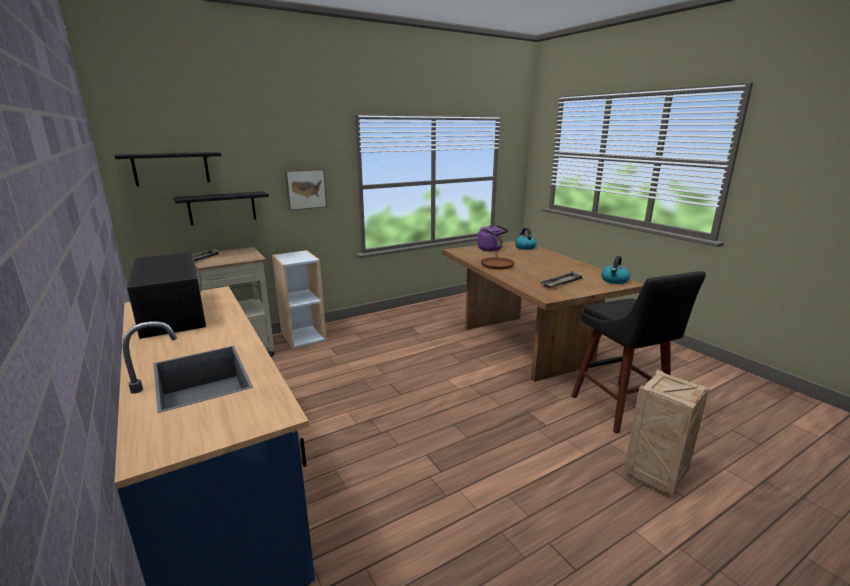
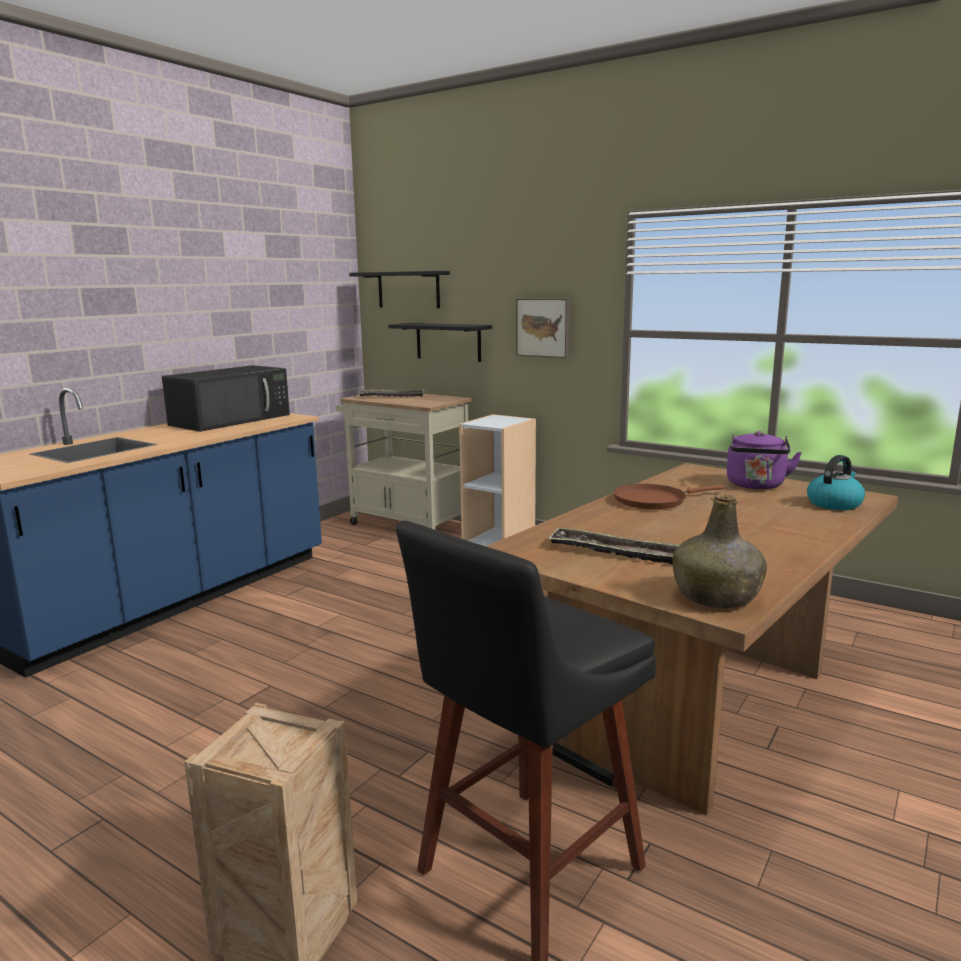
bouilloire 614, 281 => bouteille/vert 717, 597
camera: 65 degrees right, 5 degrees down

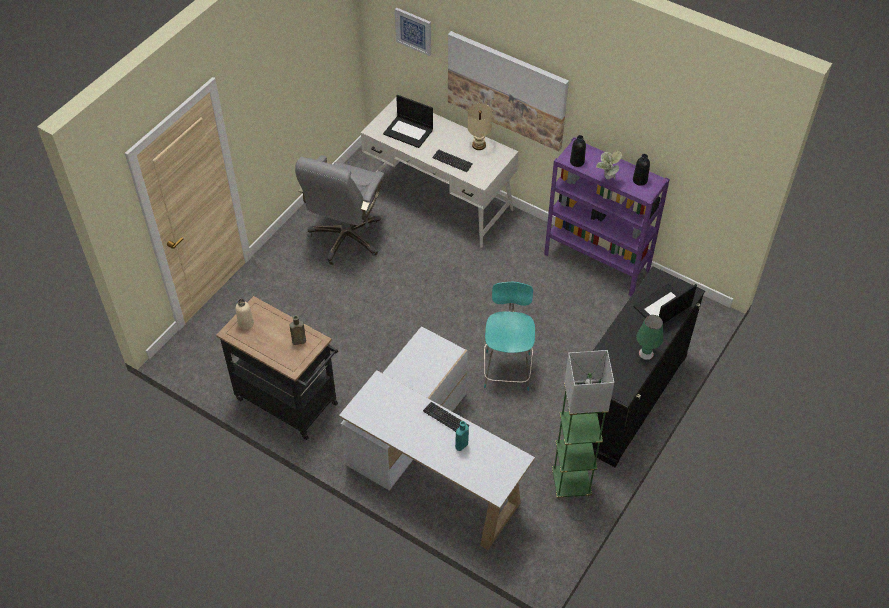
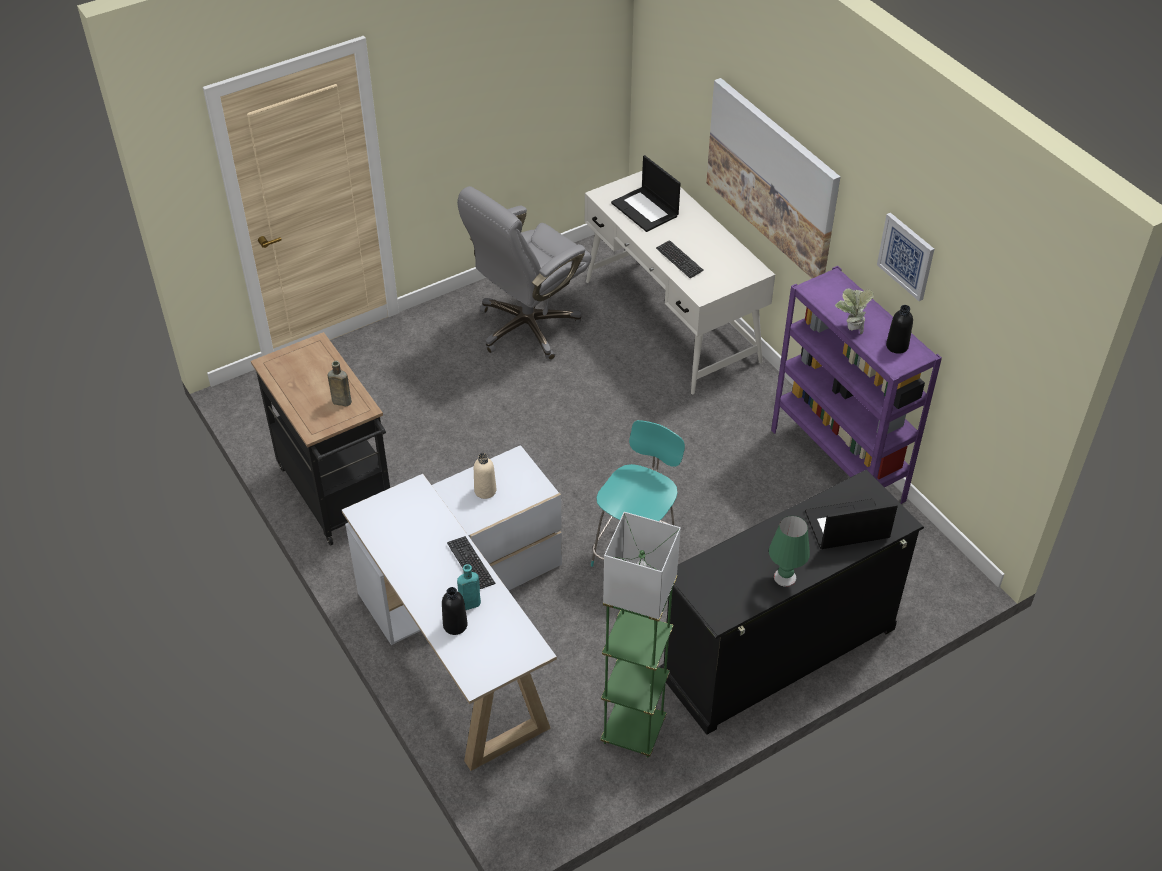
bouteille/noir 577, 162 => bouteille/noir 455, 625, move
bouteille/beige 246, 323 => bouteille/beige 485, 490, move
tableau 413, 31 => tableau 906, 256, move
lampe de table/beige 479, 145 => nothing
camera: 25 degrees right, 5 degrees down

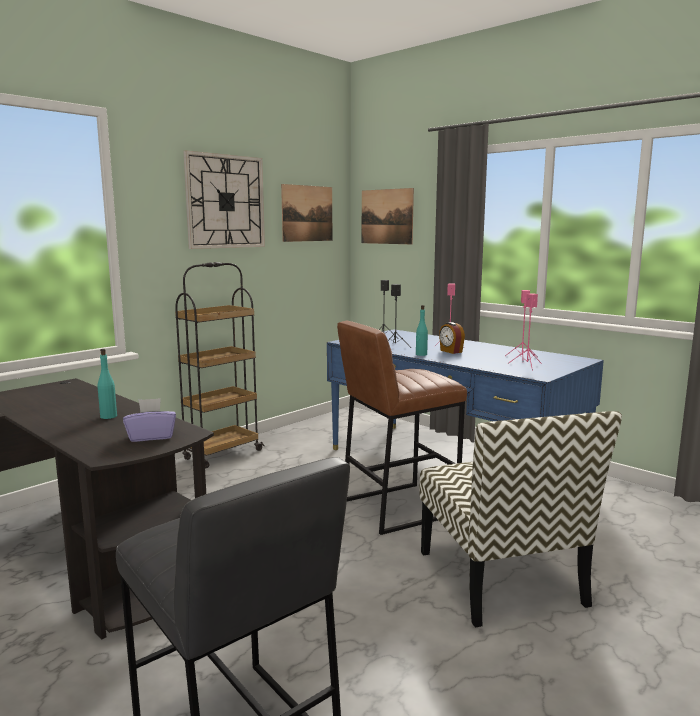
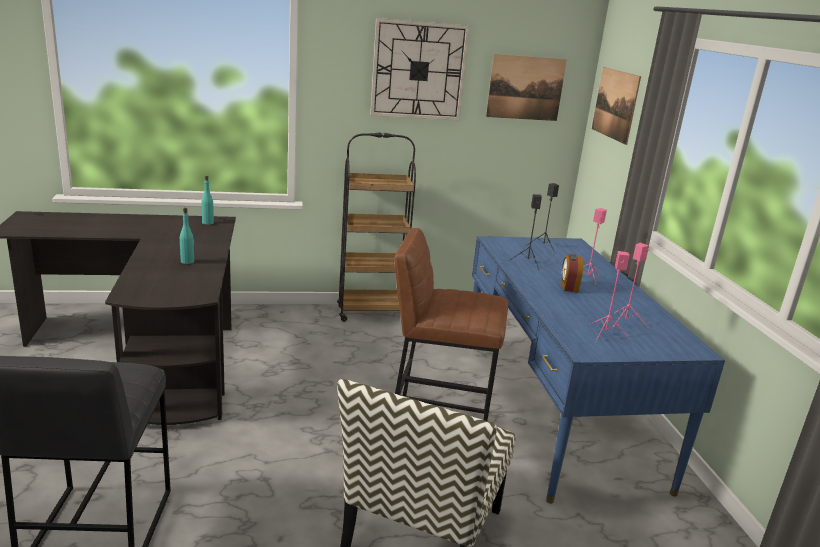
bouteille/turquoise 421, 354 => bouteille/turquoise 207, 223, move
boîte à mouchoirs/violet 151, 436 => nothing
camera: 35 degrees right, 10 degrees up

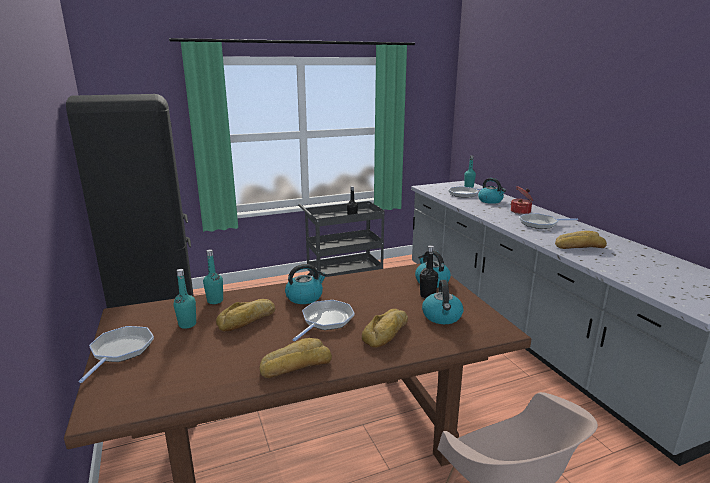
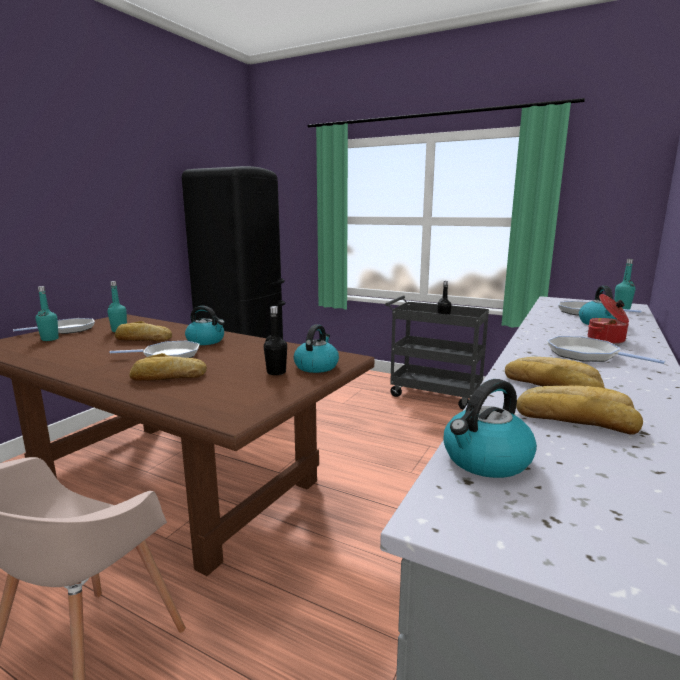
bouteille/turquoise 215, 301 => bouteille/turquoise 50, 339, move
bouilloire 442, 317 => bouilloire 486, 460, move
pain 295, 365 => pain 575, 419, move
camera: 50 degrees right, 5 degrees down

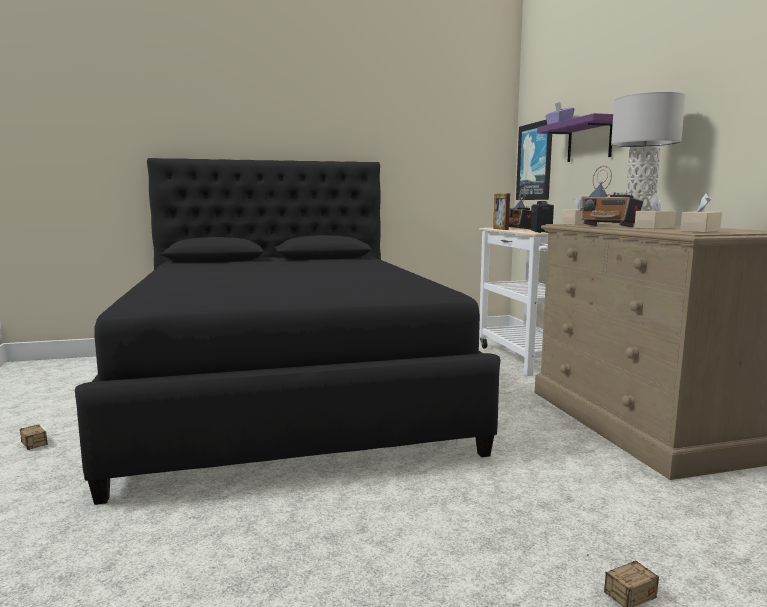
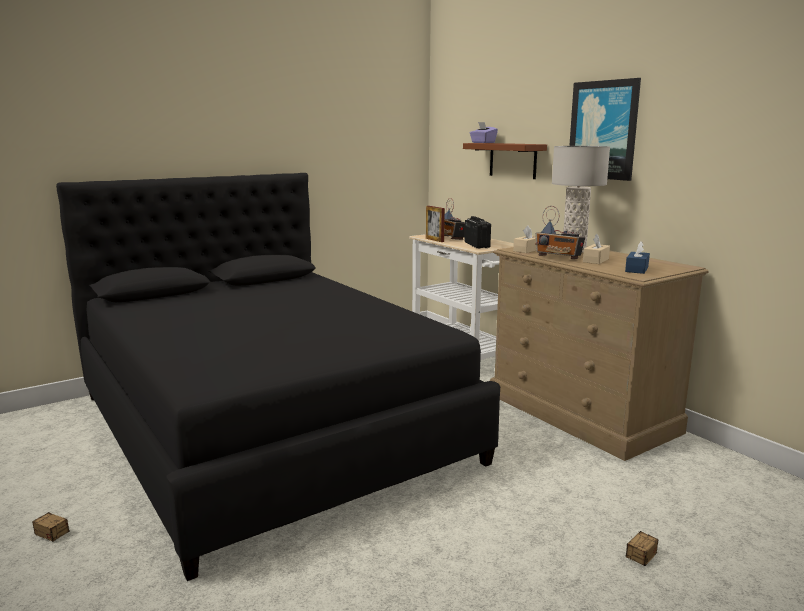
étagère/violet 589, 140 => étagère/marron 513, 160
tableau 535, 161 => tableau 603, 130, move
boîte à mouchoirs/beige 700, 231 => boîte à mouchoirs/bleu 636, 269
camera: 20 degrees left, 5 degrees up

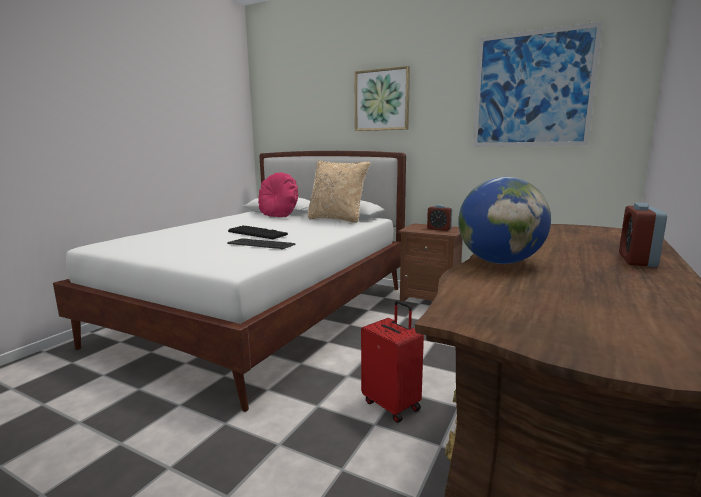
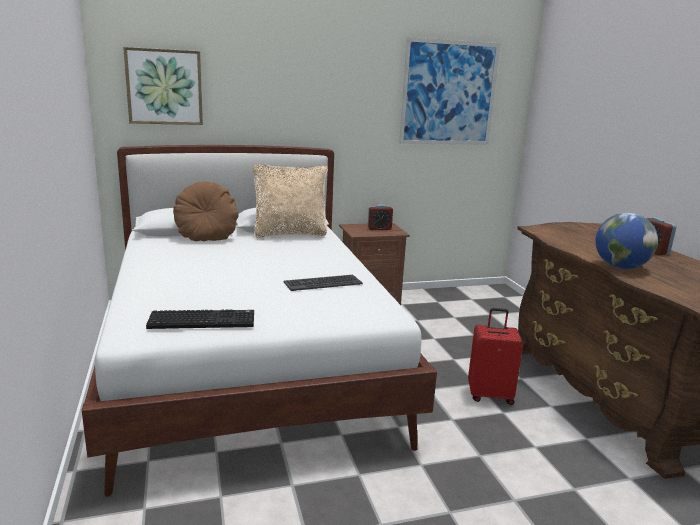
tableau 382, 100 => tableau 164, 87, move
clavier 258, 233 => clavier 203, 320, move
coussin/rose 279, 216 => coussin/marron 207, 239
camera: 45 degrees left, 5 degrees up

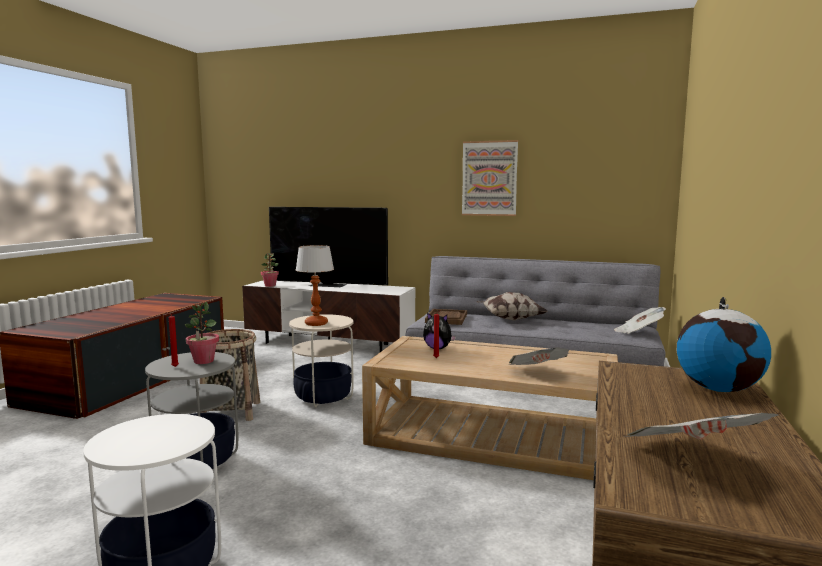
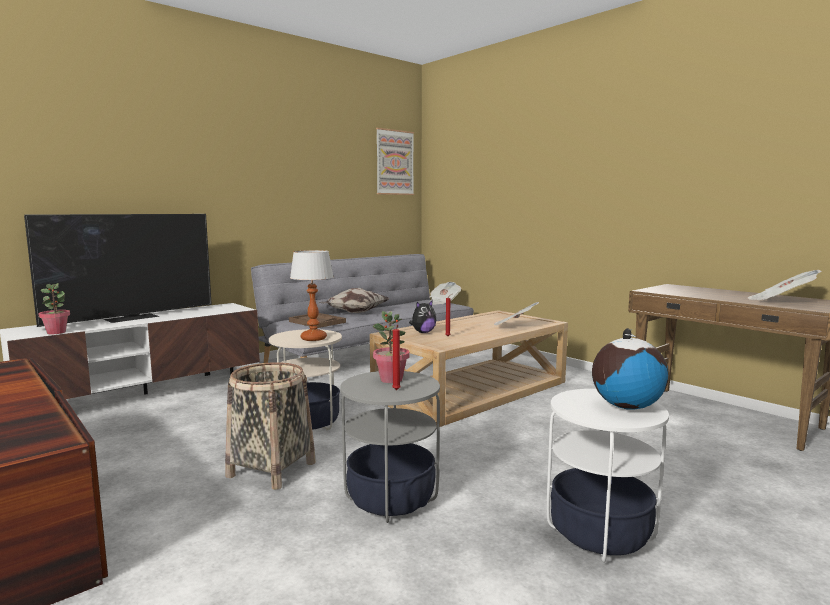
tableau 489, 178 => tableau 394, 162, move
globe 718, 389 => globe 626, 406, move
camera: 60 degrees left, 0 degrees up

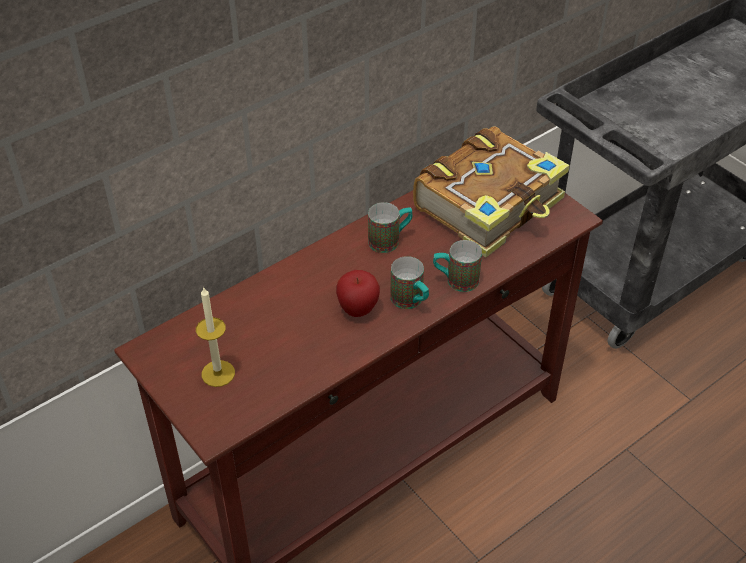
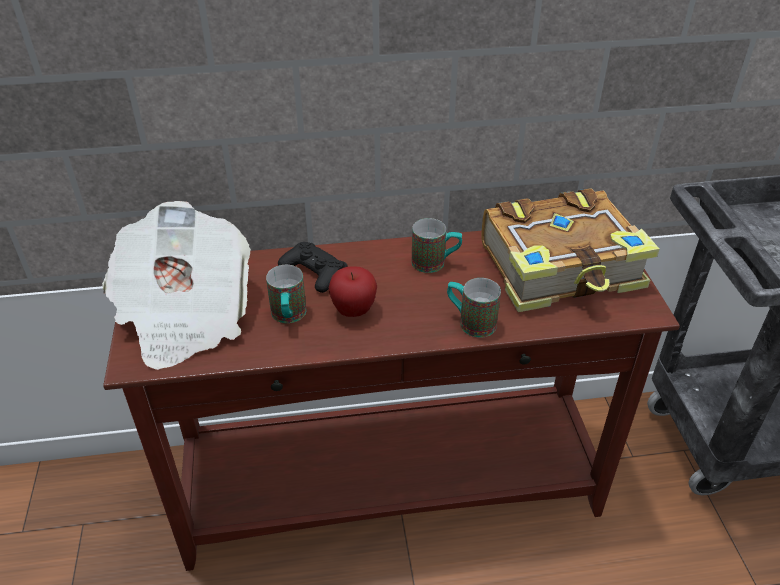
bougie 218, 373 => journal 184, 314
mug 411, 302 => mug 288, 317, move
nothing => manette/noir 314, 272
camera: 30 degrees right, 5 degrees down

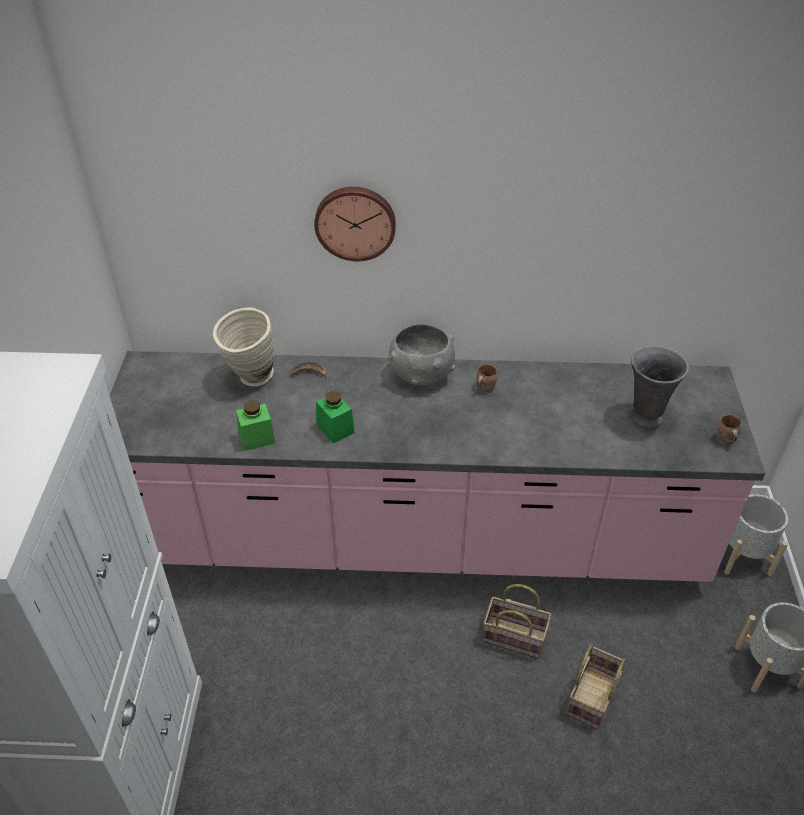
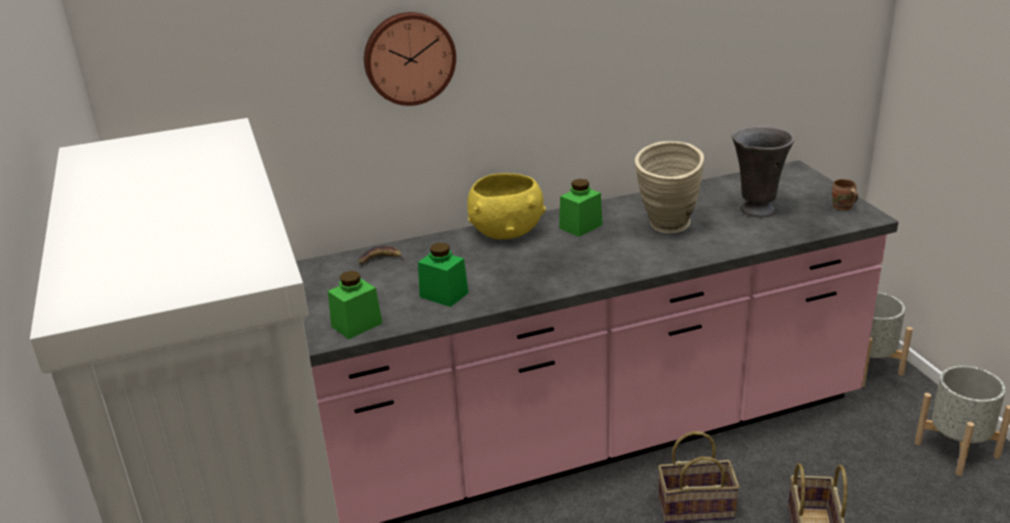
bol/gris 421, 374 => bol/jaune 506, 232
mug/marron 484, 388 => bocal/vert 580, 226
vase/beige 250, 379 => vase/beige 667, 229, move
camera: 20 degrees left, 15 degrees down

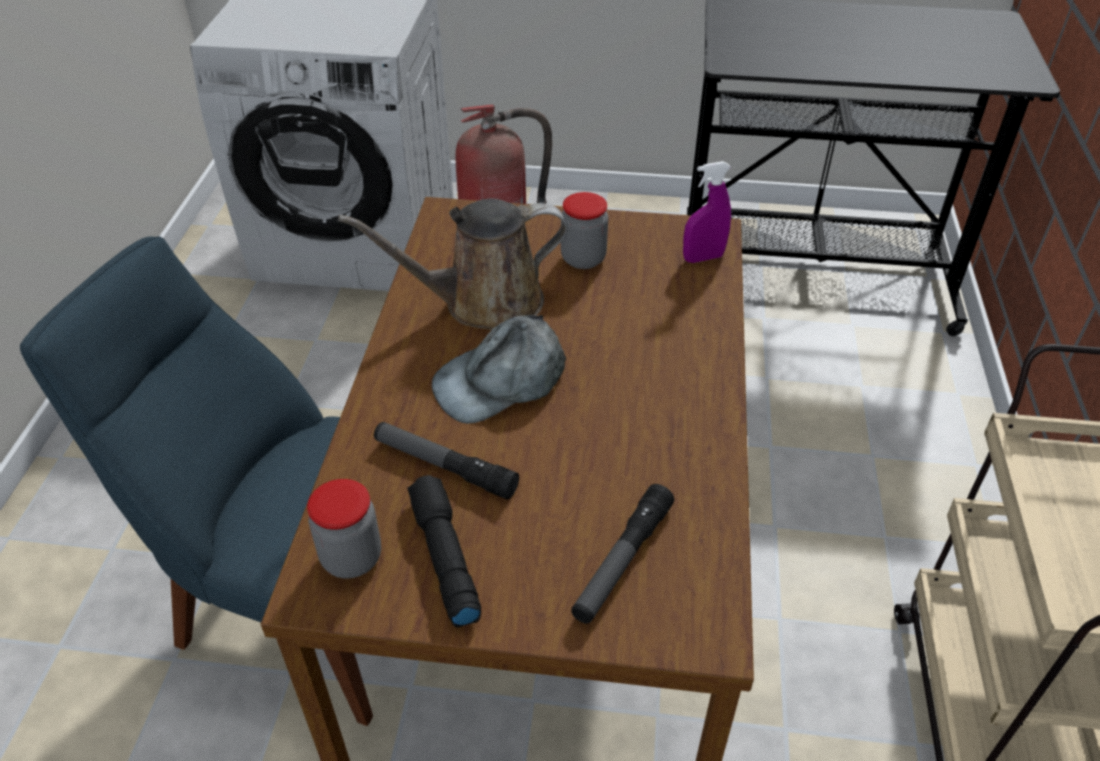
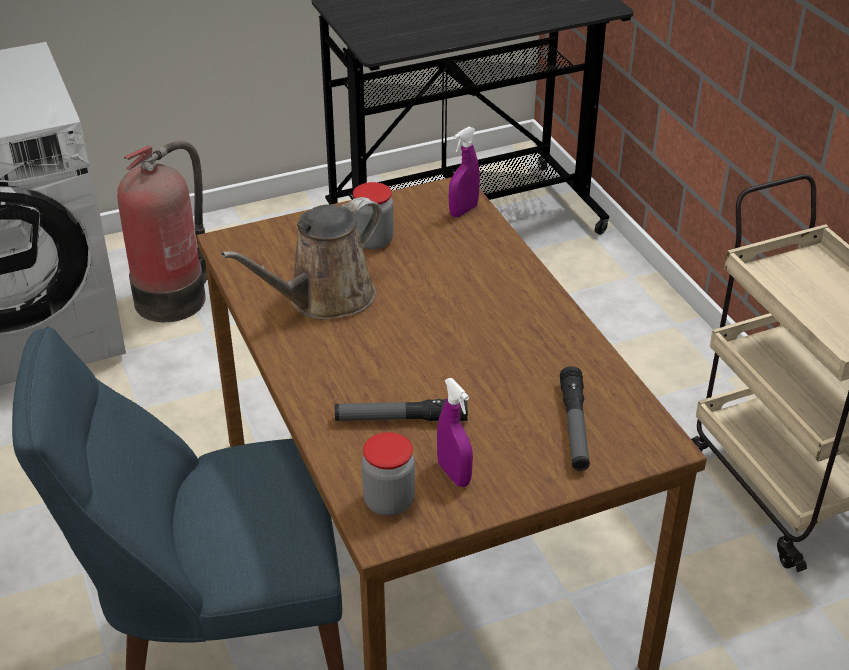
lampe de poche/noir 443, 557 => vaporisateur/violet 454, 474
casquette/gris 501, 380 => nothing
camera: 30 degrees left, 5 degrees down

